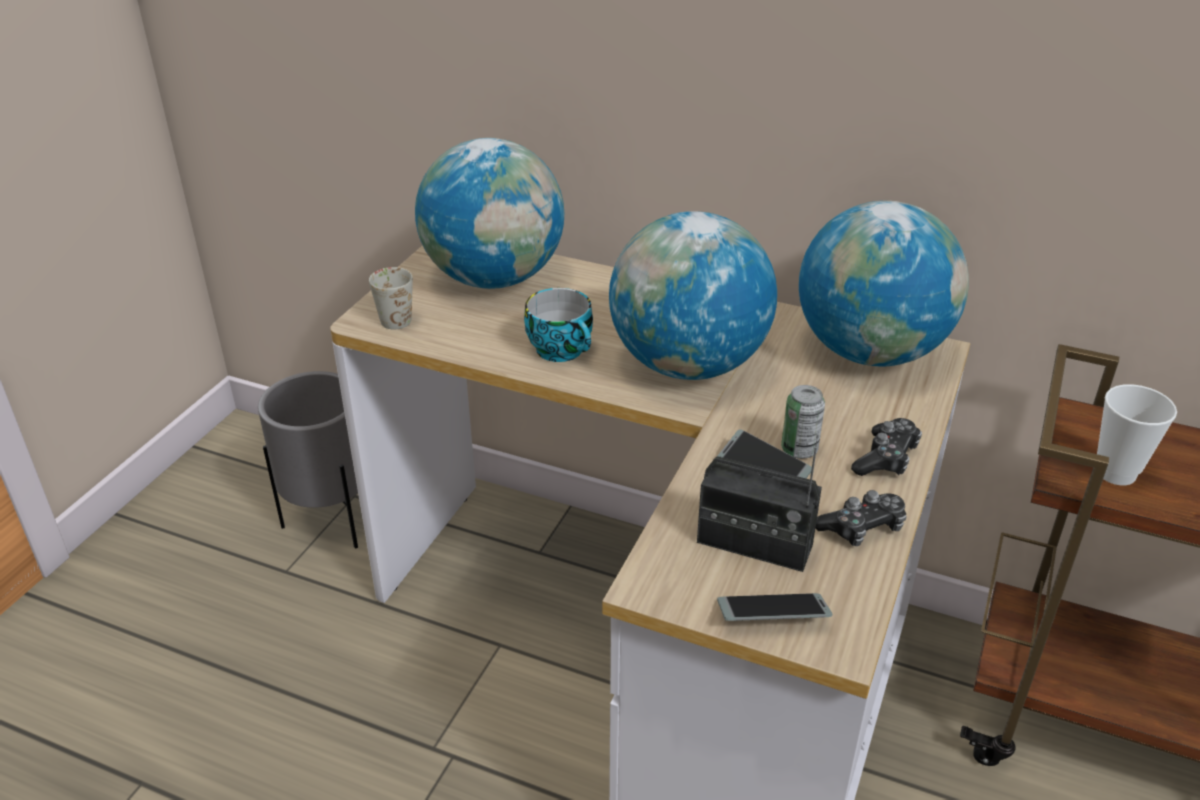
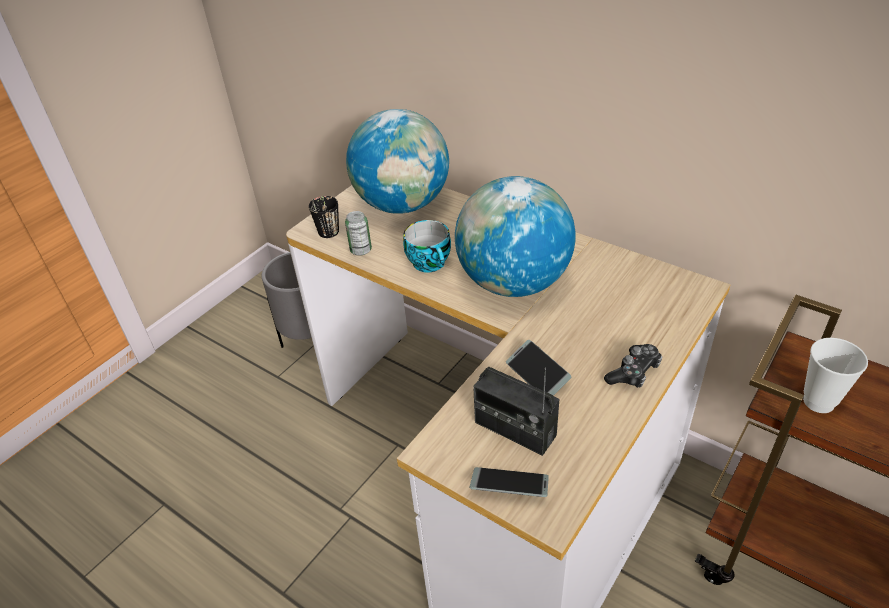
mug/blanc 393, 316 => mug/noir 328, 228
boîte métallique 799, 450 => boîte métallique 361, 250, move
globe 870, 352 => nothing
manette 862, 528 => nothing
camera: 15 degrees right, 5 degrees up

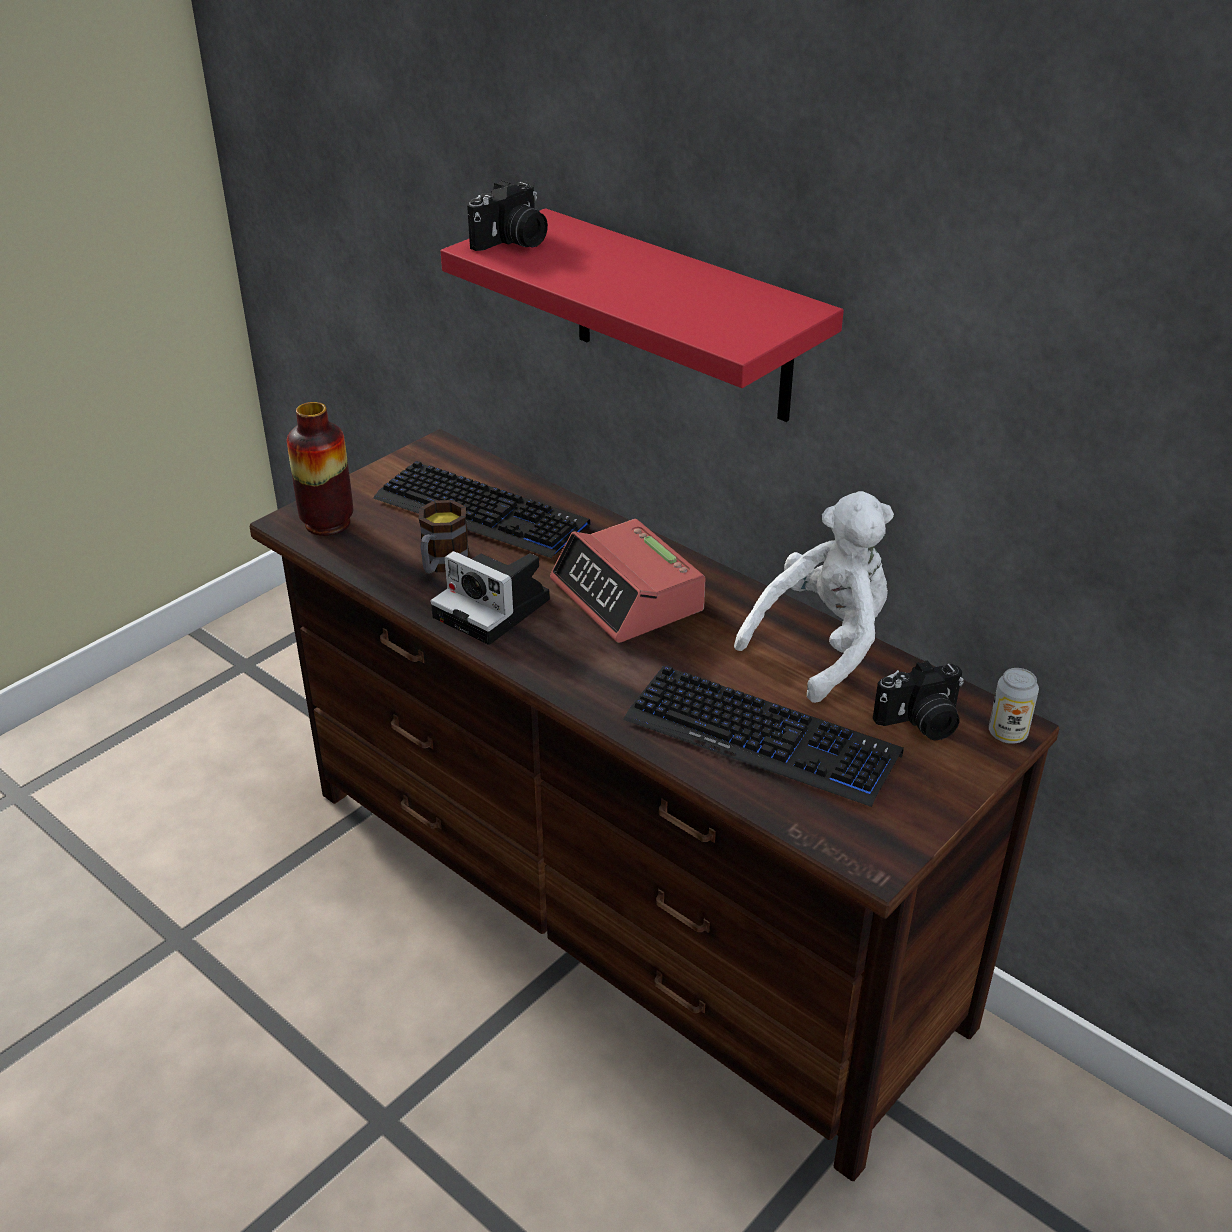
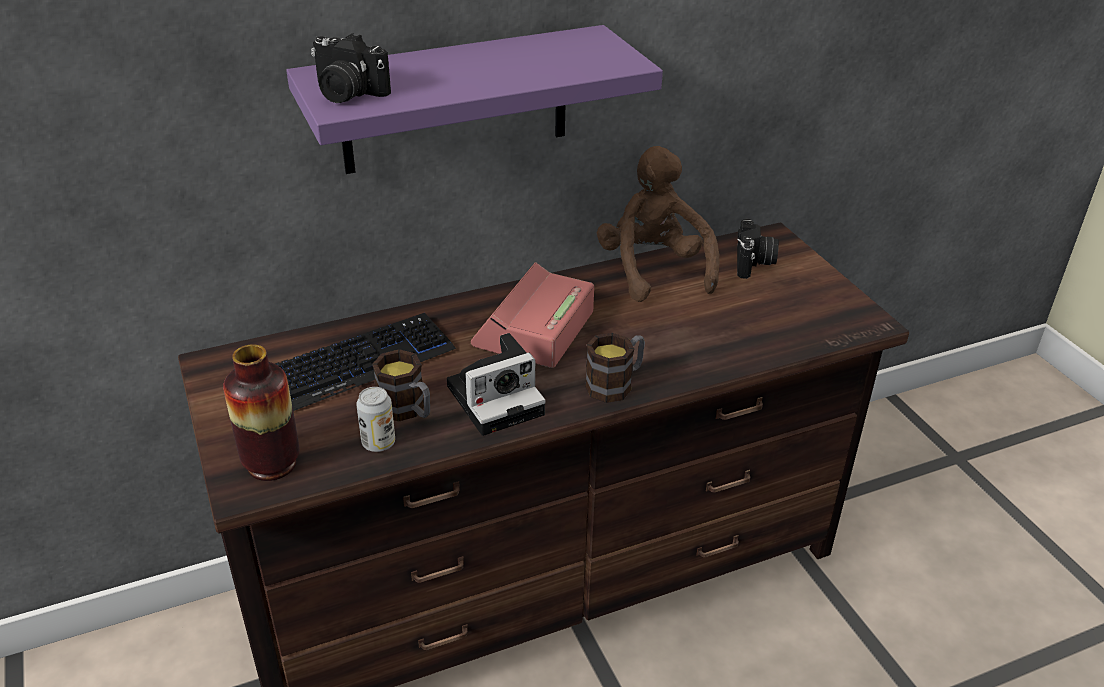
étagère/rouge 682, 317 => étagère/violet 455, 100
appareil photo 513, 242 => appareil photo 346, 93, 135 degrees clockwise
boîte métallique 1007, 733 => boîte métallique 378, 443, move
réveil 628, 596 => réveil 534, 330, 120 degrees clockwise
nothing => mug 616, 384
peluche/blanc 823, 646 => peluche/marron 653, 270
clavier 762, 737 => nothing
camera: 65 degrees left, 0 degrees up

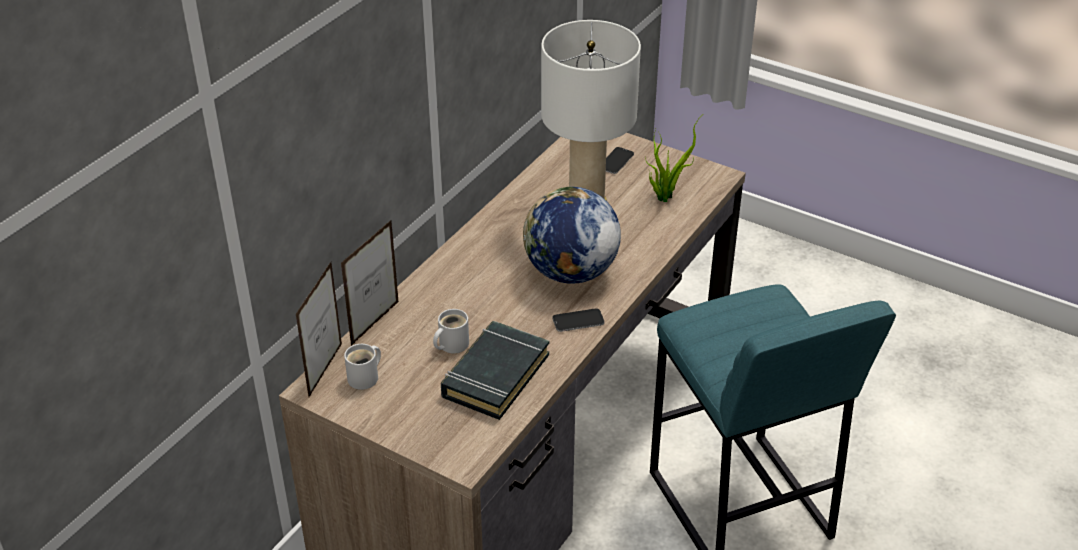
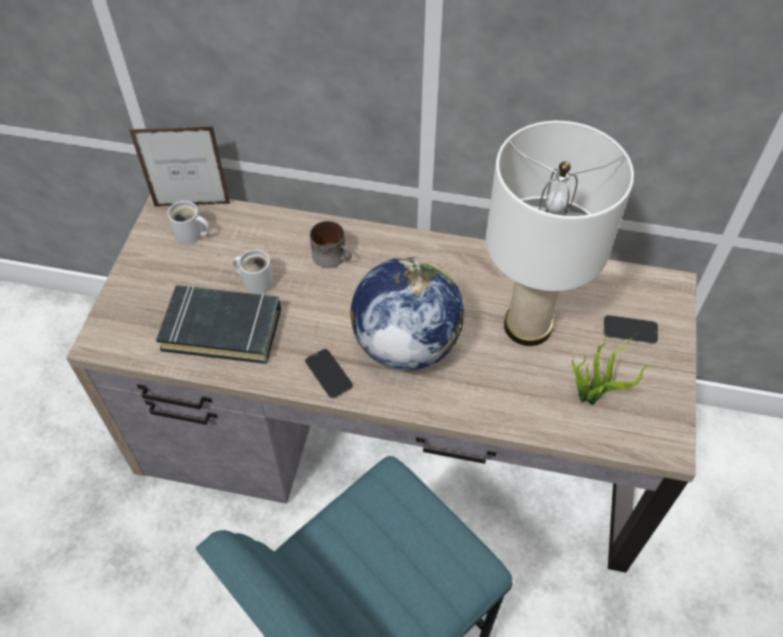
nothing => mug 333, 256
cadre photo 375, 323 => nothing
camera: 70 degrees right, 15 degrees up

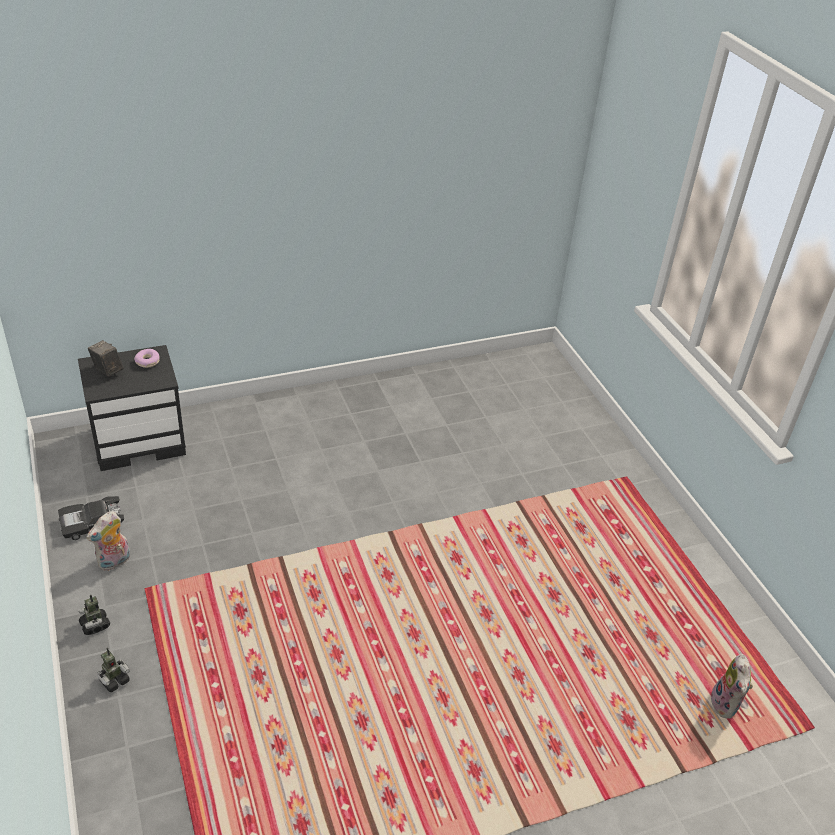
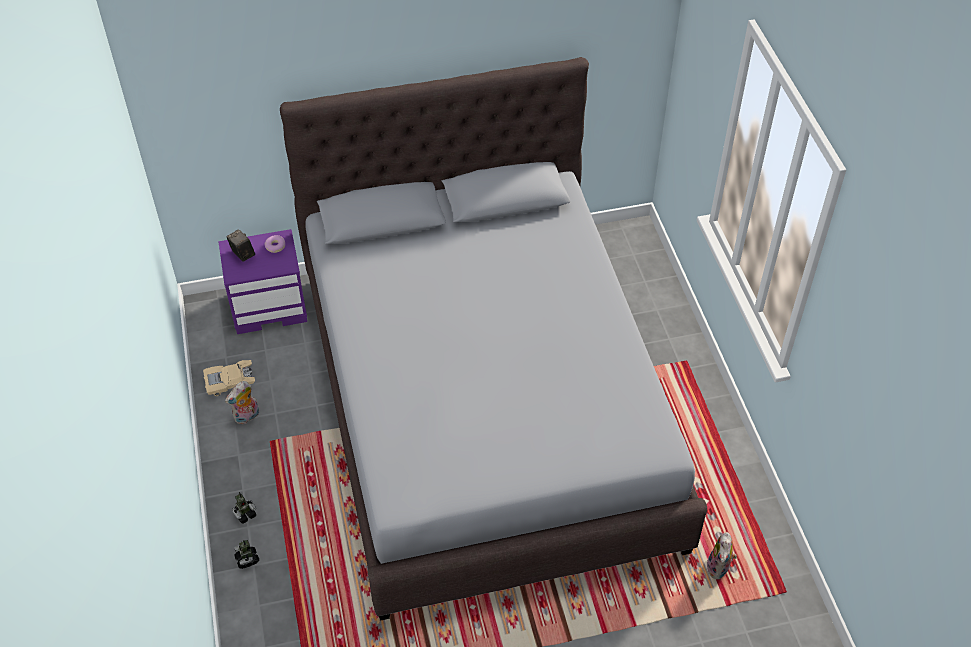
petite voiture/noir 92, 523 => petite voiture/beige 230, 381
table de chevet/noir 139, 440 => table de chevet/violet 269, 305
robot jouet 95, 625 => robot jouet 247, 559, move
nothing => lit/gris 485, 404
camera: 10 degrees right, 10 degrees up

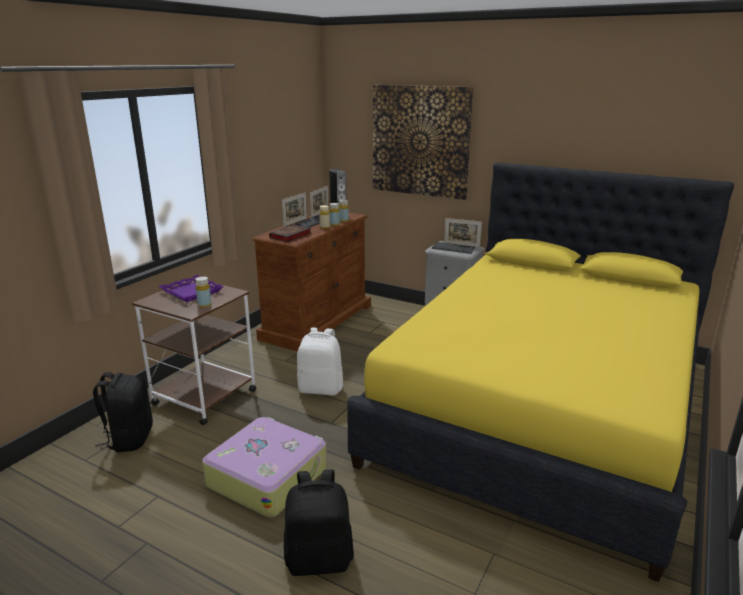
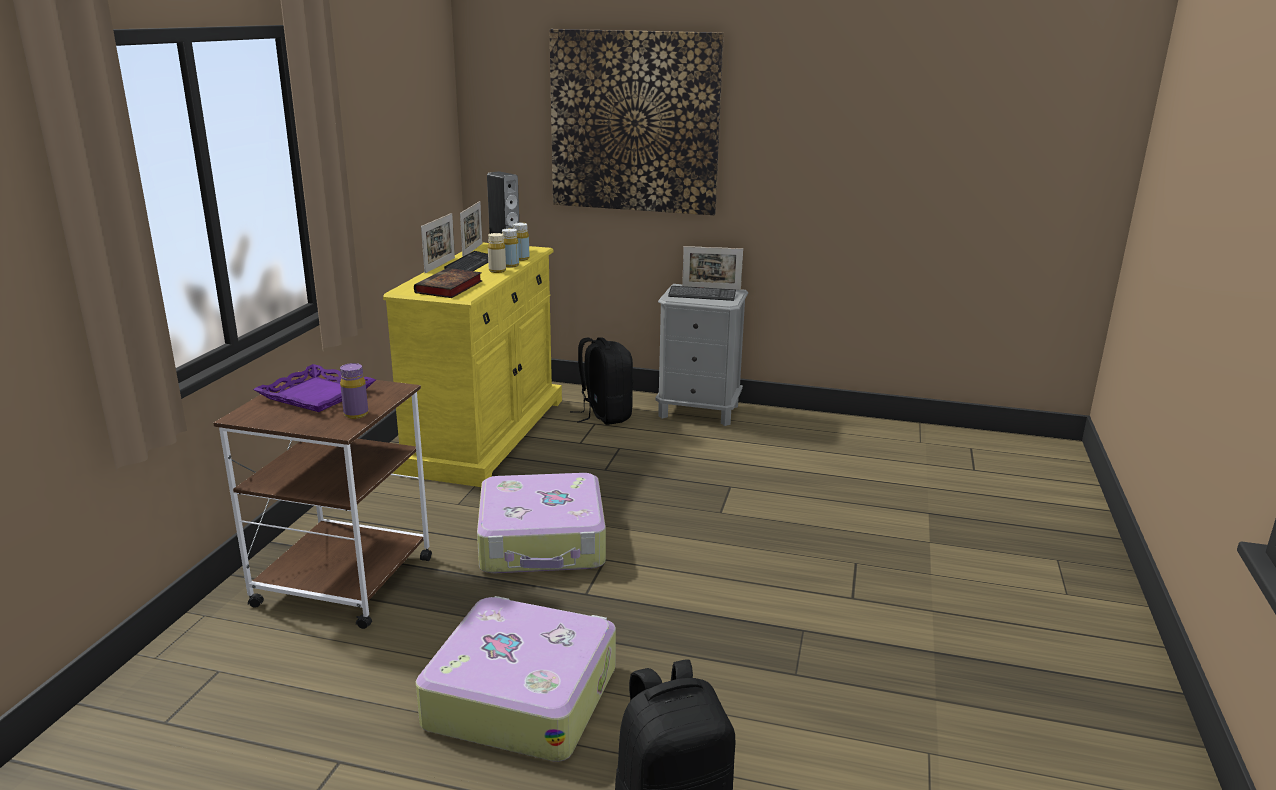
bouteille/jaune 204, 305 => bouteille/violet 356, 414
commode/marron 317, 321 => commode/jaune 483, 433
sac à dos/blanc 321, 389 => valise 543, 542
sac à dos/noir 129, 438 => sac à dos/noir 604, 415, move
lit/jaune 544, 407 => nothing
camera: 15 degrees left, 0 degrees up

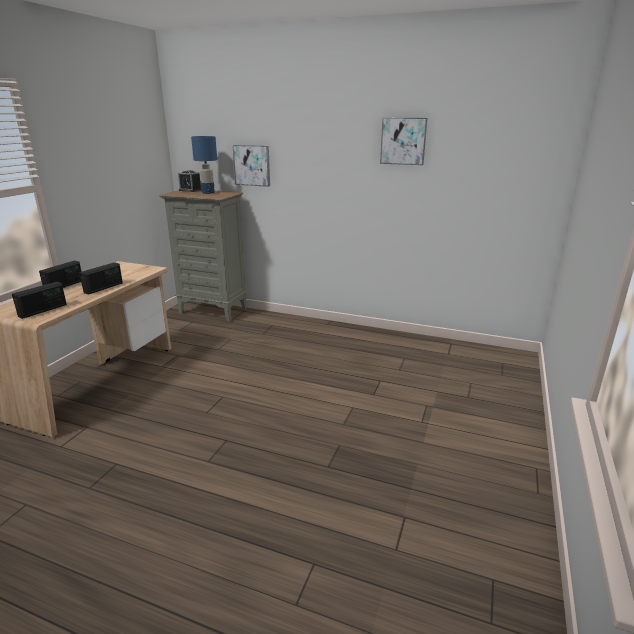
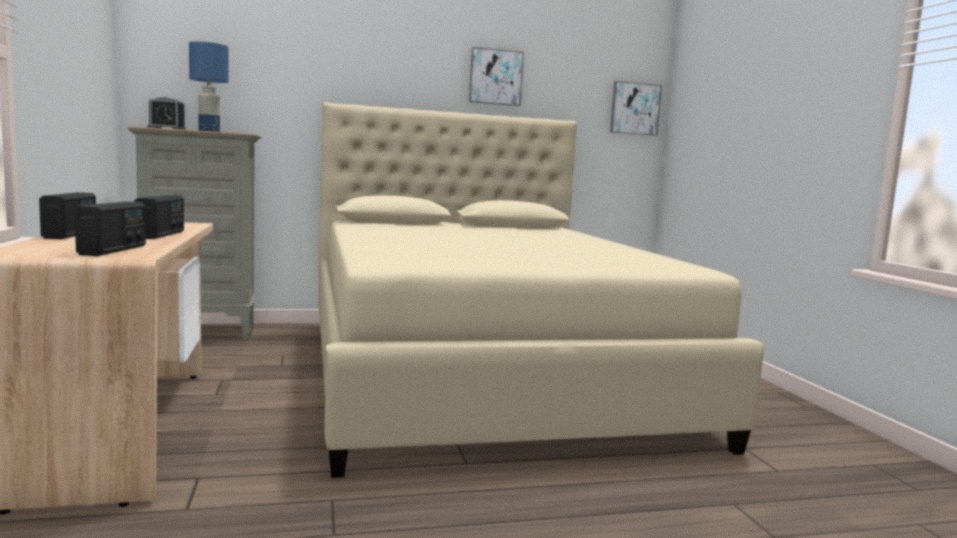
nothing => lit/beige 483, 374
tableau 252, 165 => tableau 634, 109, move
camera: 35 degrees left, 15 degrees down

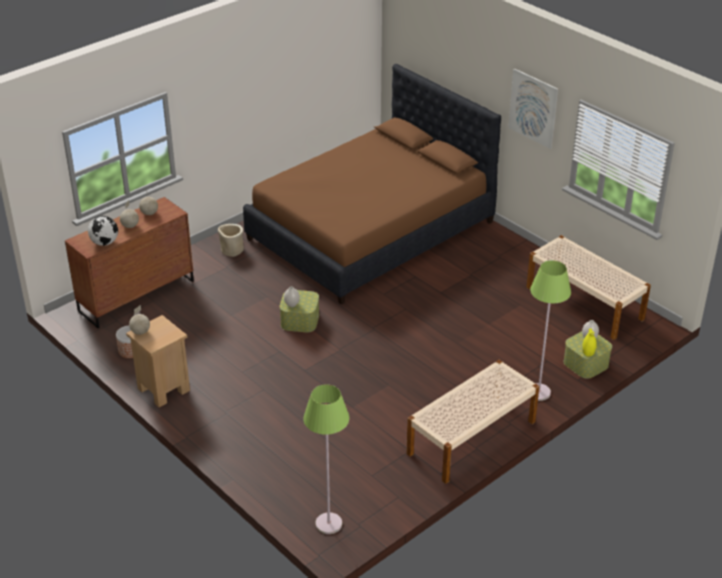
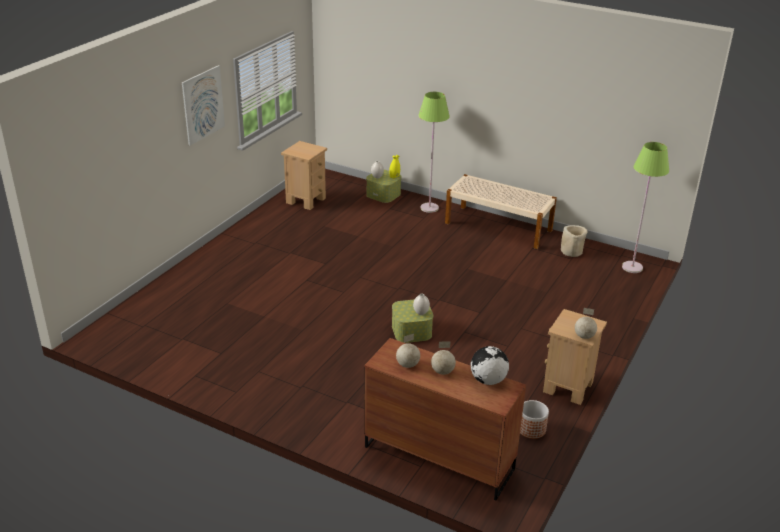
banc/beige 584, 303 => table de chevet/beige 306, 200
cache-pot/beige 231, 250 => cache-pot/beige 572, 252, move
lit/marron 371, 230 => nothing
camera: 110 degrees left, 5 degrees down

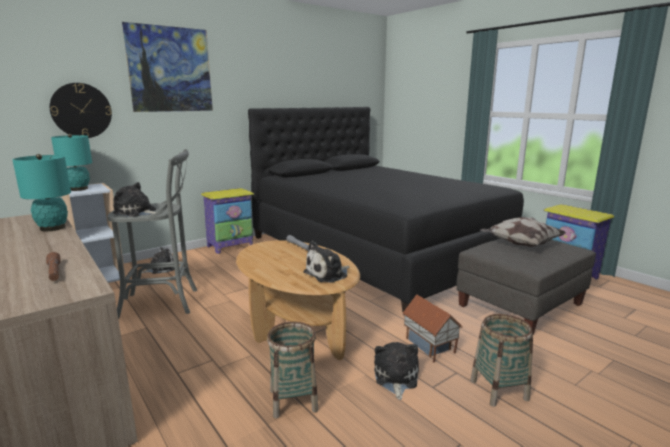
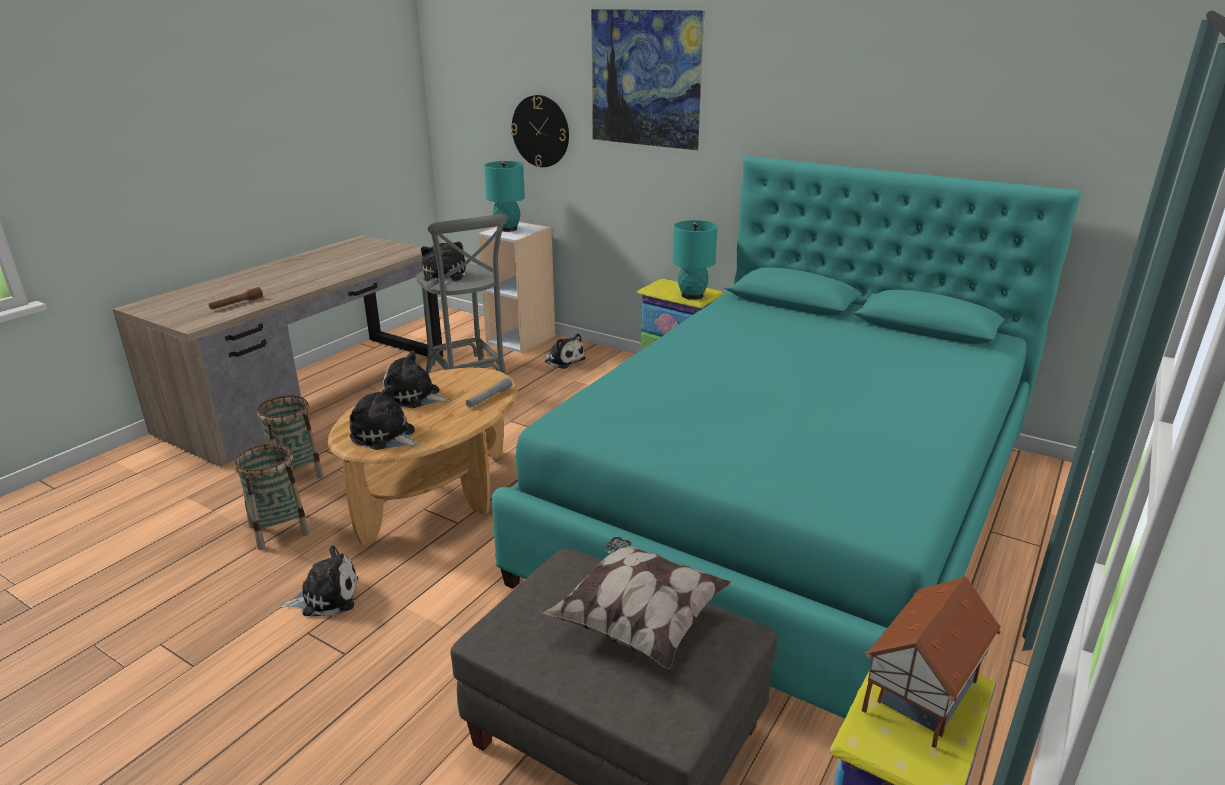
panier 499, 390 => panier 296, 474, move
nothing => peluche 414, 397
lit/noir 378, 250 => lit/turquoise 789, 510
lampe de table/turquoise 52, 228 => lampe de table/turquoise 692, 295, move
maison miniature 429, 346 => maison miniature 919, 695, move
camera: 70 degrees right, 10 degrees up

